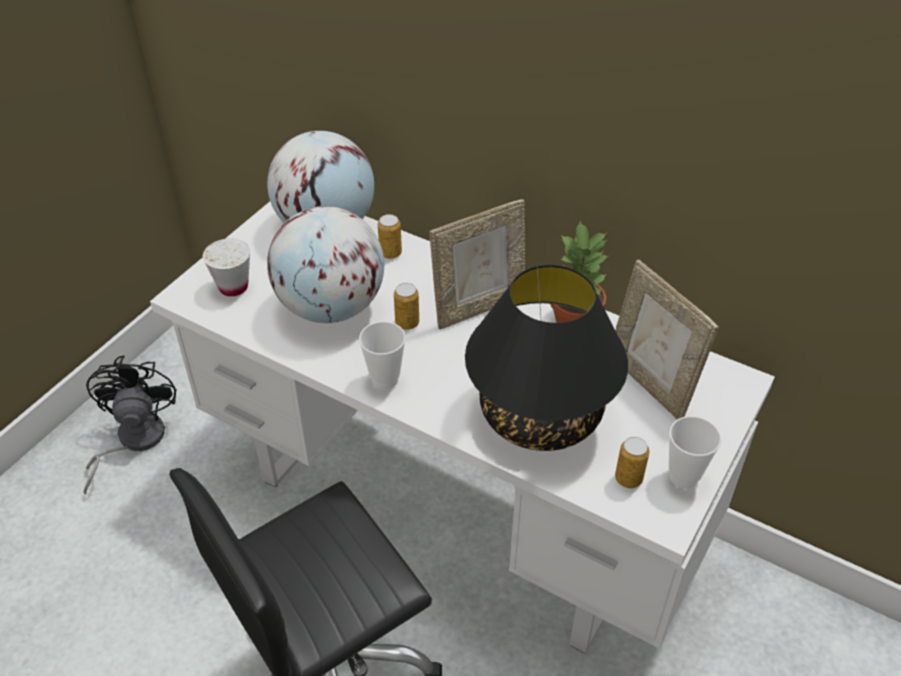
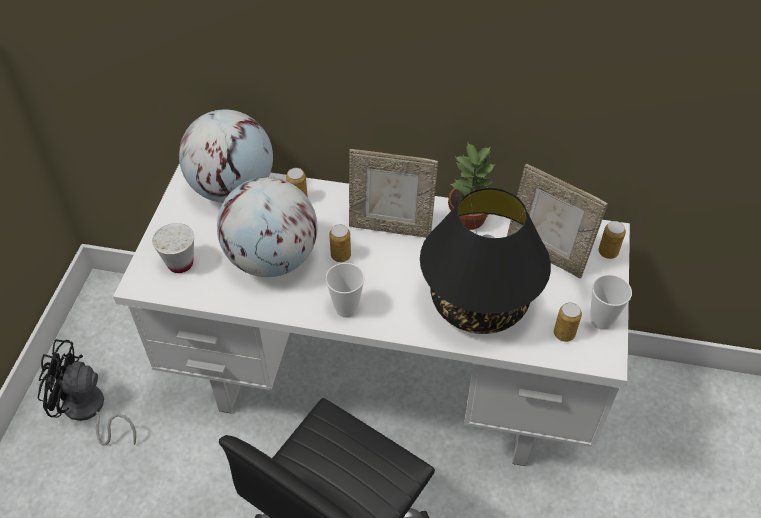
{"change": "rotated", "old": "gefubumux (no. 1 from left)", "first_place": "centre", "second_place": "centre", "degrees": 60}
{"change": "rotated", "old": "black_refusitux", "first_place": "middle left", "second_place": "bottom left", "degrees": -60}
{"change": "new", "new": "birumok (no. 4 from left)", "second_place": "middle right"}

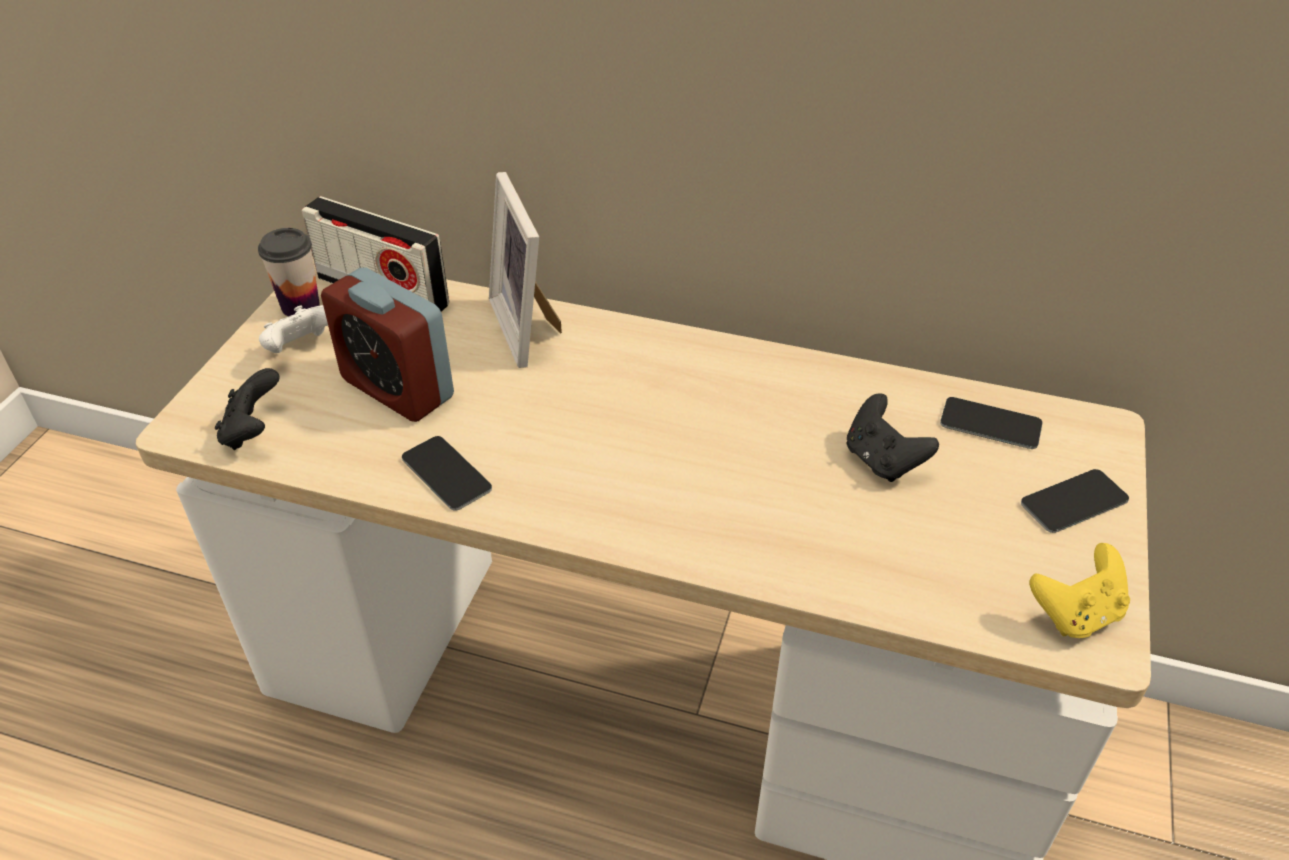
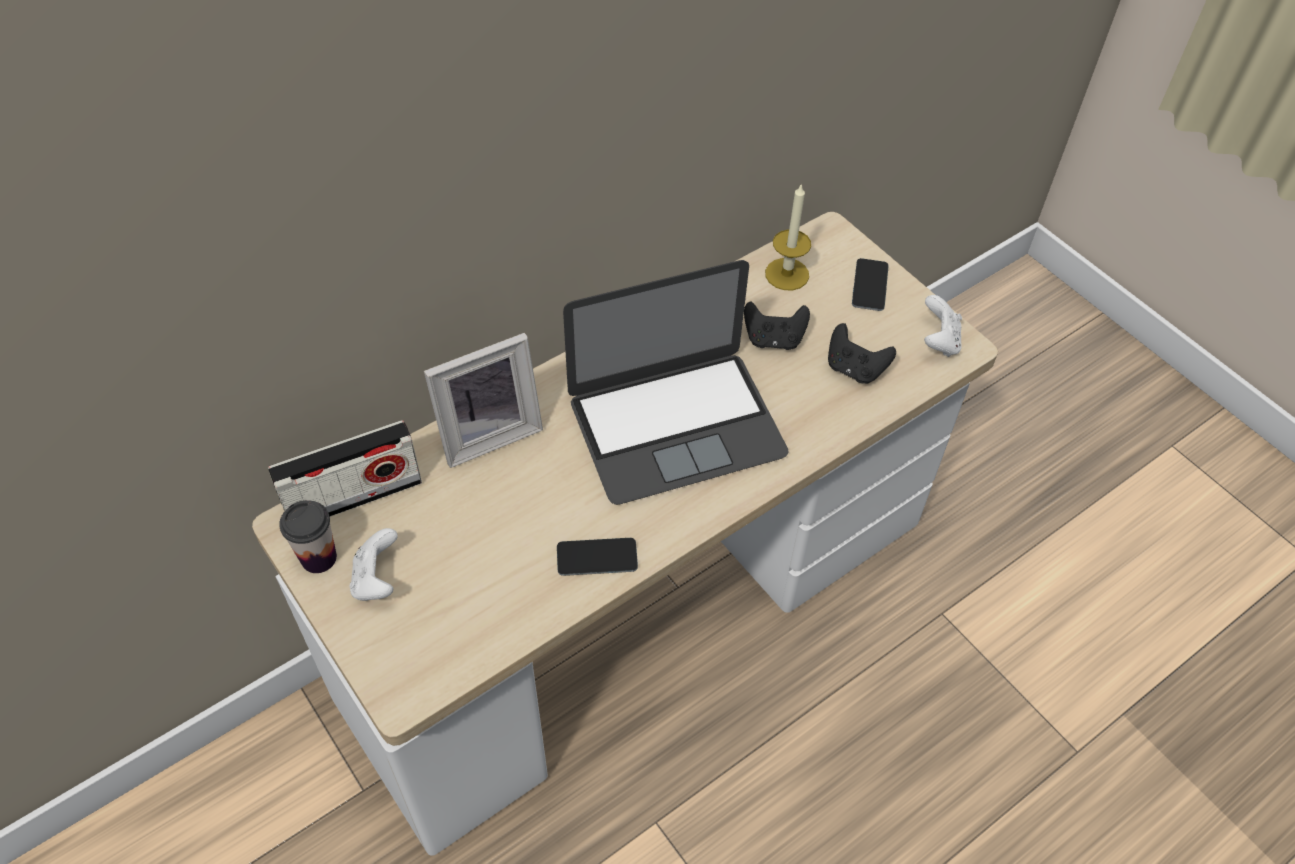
{"change": "rotated", "old": "gefubumux", "first_place": "top centre", "second_place": "centre", "degrees": -45}
{"change": "gone", "old": "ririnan", "first_place": "middle left"}
{"change": "shifted", "old": "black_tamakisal (no. 1 from left in the first image)", "new": "black_tamakisal (no. 2 from left)", "first_place": "middle left", "second_place": "centre"}
{"change": "swapped", "old": "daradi (no. 2 from left)", "new": "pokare", "first_place": "middle right", "second_place": "top centre"}
{"change": "repainted", "old": "yellow_tamakisal", "new": "white_tamakisal (no. 2 from left)", "first_place": "bottom right", "second_place": "middle right"}
{"change": "new", "new": "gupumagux", "second_place": "centre"}

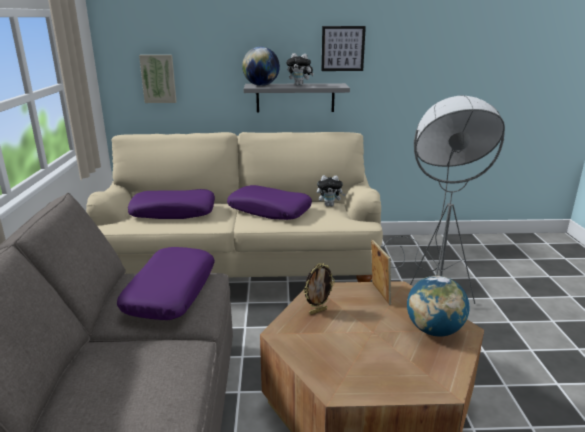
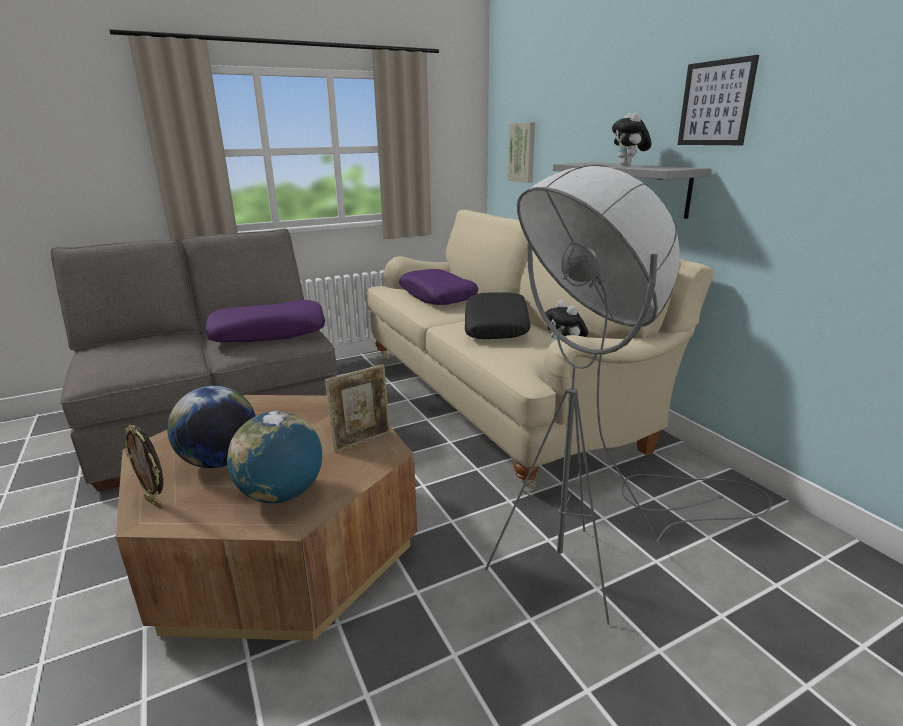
{"change": "shifted", "old": "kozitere (no. 1 from left)", "first_place": "top centre", "second_place": "middle left"}
{"change": "repainted", "old": "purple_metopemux (no. 3 from left)", "new": "black_metopemux", "first_place": "centre", "second_place": "centre"}
{"change": "shifted", "old": "gefubumux (no. 1 from left)", "first_place": "bottom centre", "second_place": "middle left"}

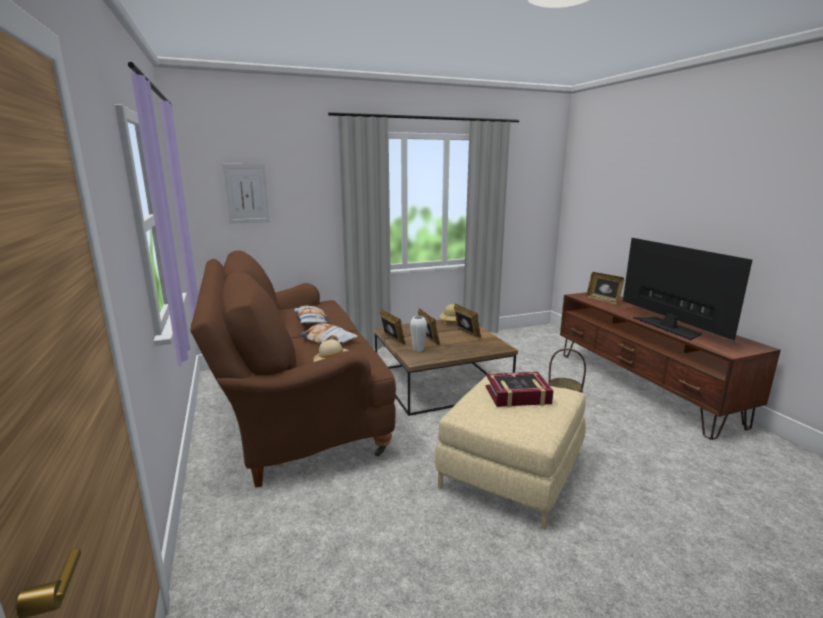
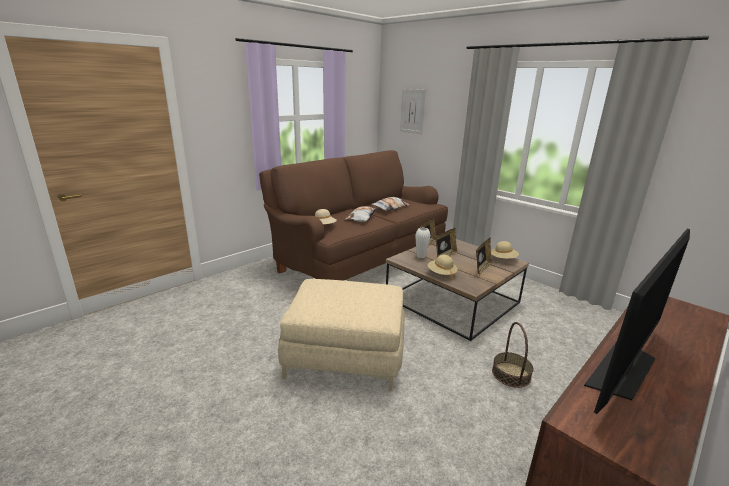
{"change": "gone", "old": "gefubumux (no. 4 from left)", "first_place": "middle right"}
{"change": "gone", "old": "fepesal", "first_place": "centre"}
{"change": "new", "new": "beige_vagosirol (no. 2 from left)", "second_place": "centre"}

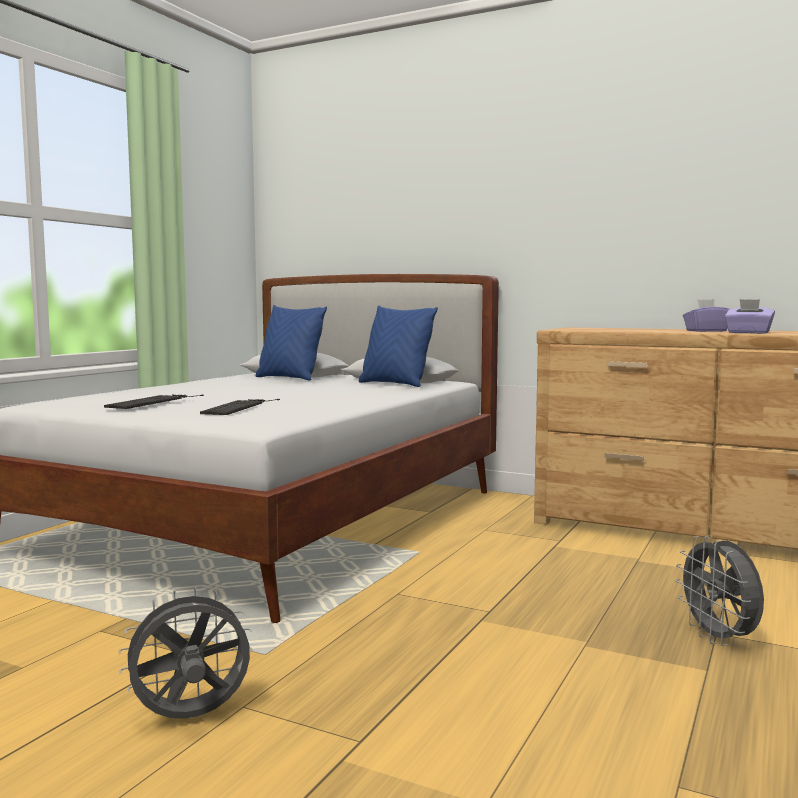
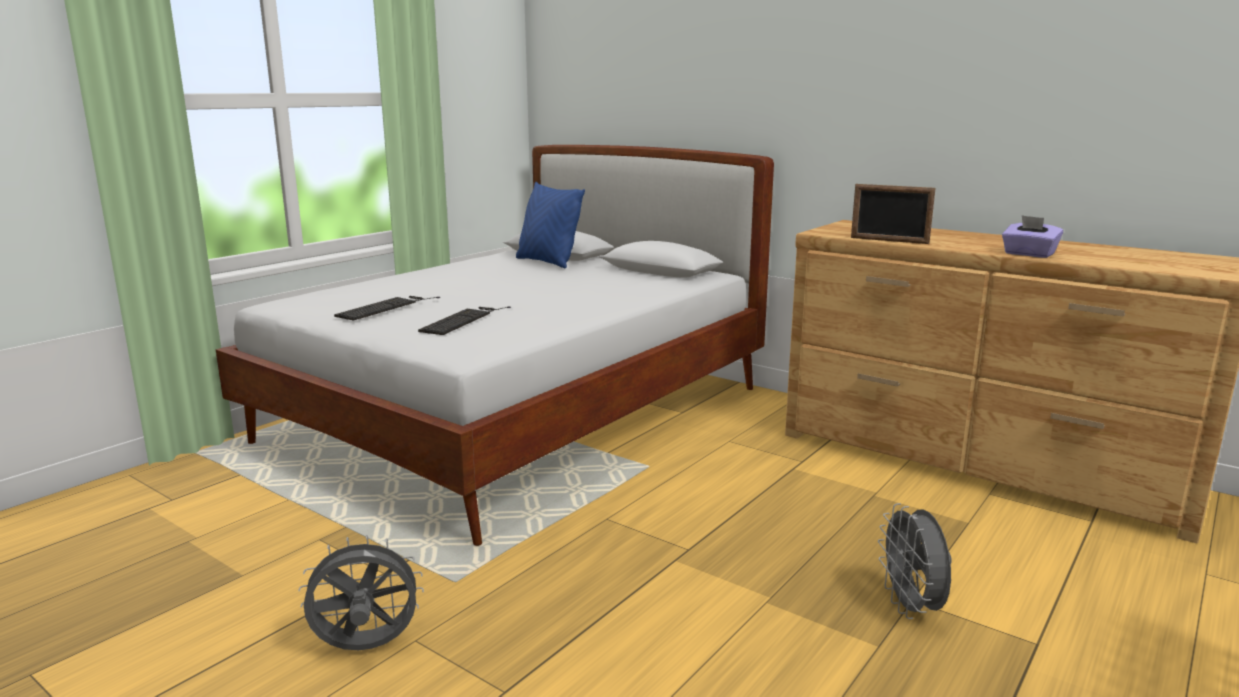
{"change": "gone", "old": "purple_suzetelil (no. 1 from left)", "first_place": "middle right"}
{"change": "gone", "old": "blue_metopemux (no. 2 from left)", "first_place": "centre"}
{"change": "new", "new": "gefubumux", "second_place": "top right"}

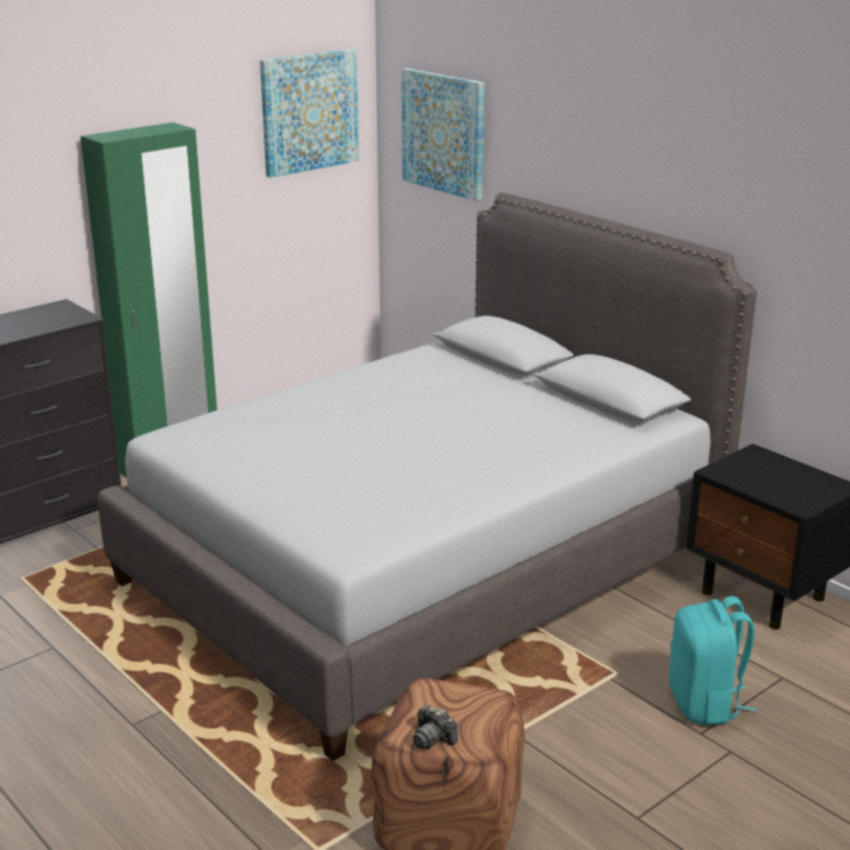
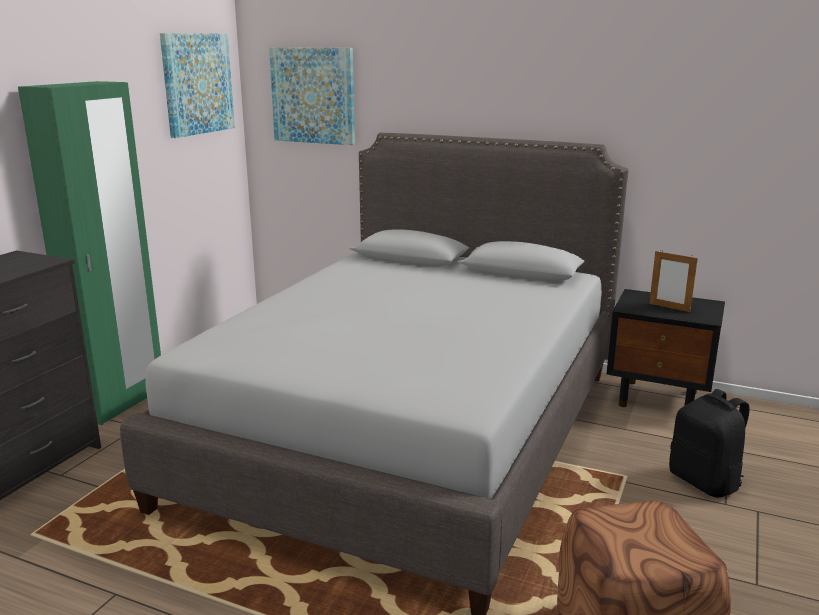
{"change": "repainted", "old": "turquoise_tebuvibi", "new": "black_tebuvibi", "first_place": "bottom right", "second_place": "bottom right"}
{"change": "gone", "old": "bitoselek", "first_place": "bottom centre"}
{"change": "new", "new": "gefubumux", "second_place": "middle right"}

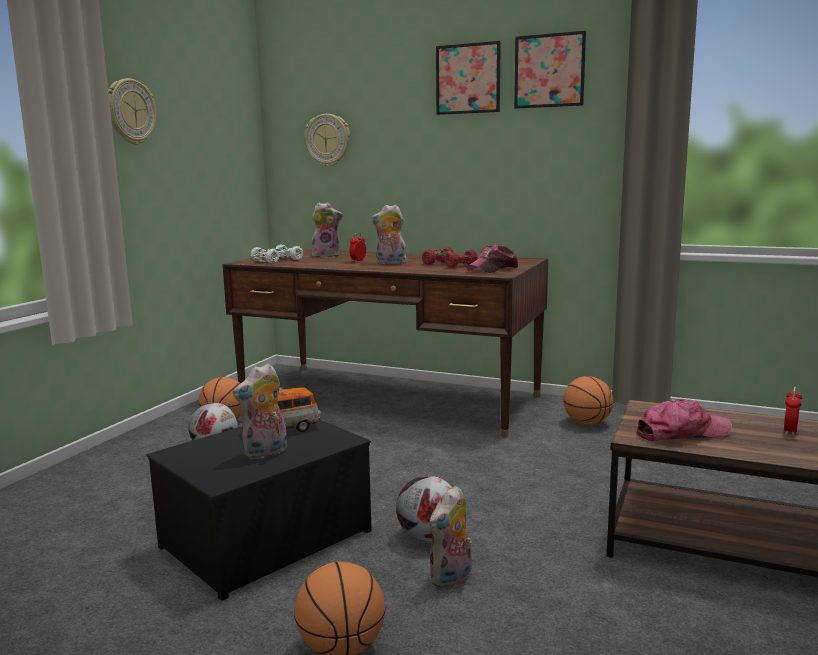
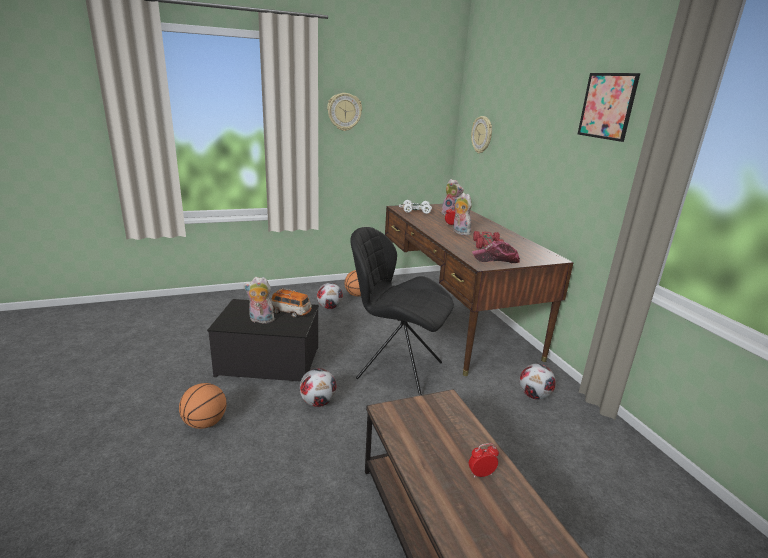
{"change": "gone", "old": "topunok (no. 1 from left)", "first_place": "top centre"}
{"change": "swapped", "old": "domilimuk (no. 3 from left)", "new": "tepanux (no. 3 from left)", "first_place": "middle right", "second_place": "bottom right"}
{"change": "gone", "old": "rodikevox (no. 2 from left)", "first_place": "middle right"}
{"change": "gone", "old": "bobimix (no. 4 from left)", "first_place": "bottom centre"}
{"change": "new", "new": "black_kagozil", "second_place": "centre"}

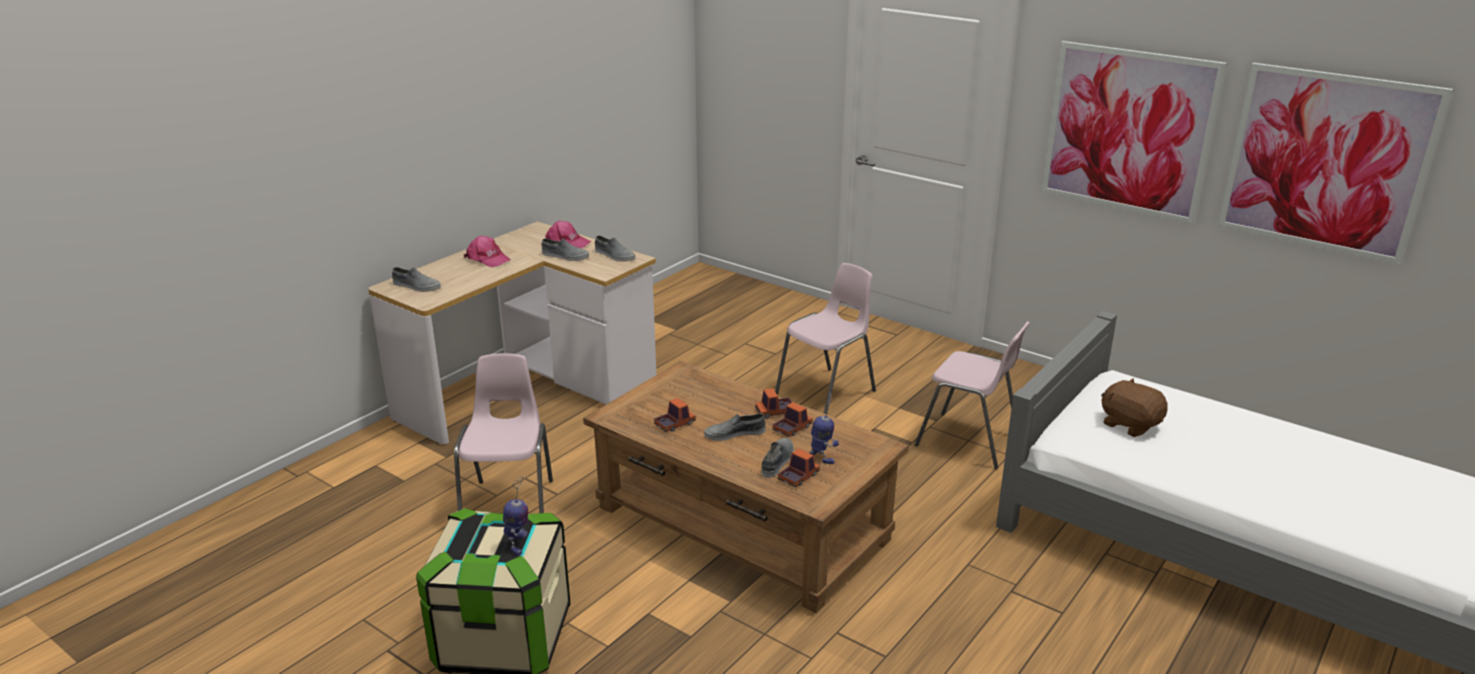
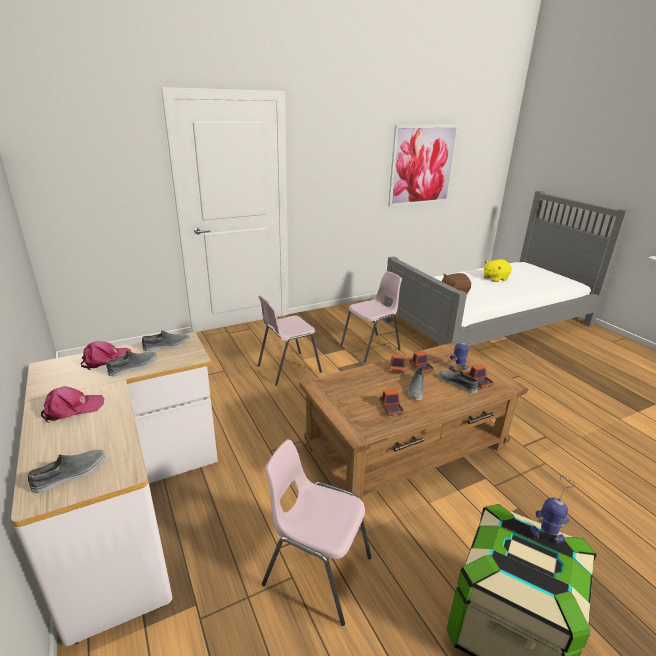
{"change": "gone", "old": "topunok (no. 1 from left)", "first_place": "top right"}
{"change": "rotated", "old": "pink_kagozil (no. 2 from left in the first image)", "first_place": "centre", "second_place": "centre", "degrees": -105}
{"change": "new", "new": "yellow_bobimix", "second_place": "middle right"}

